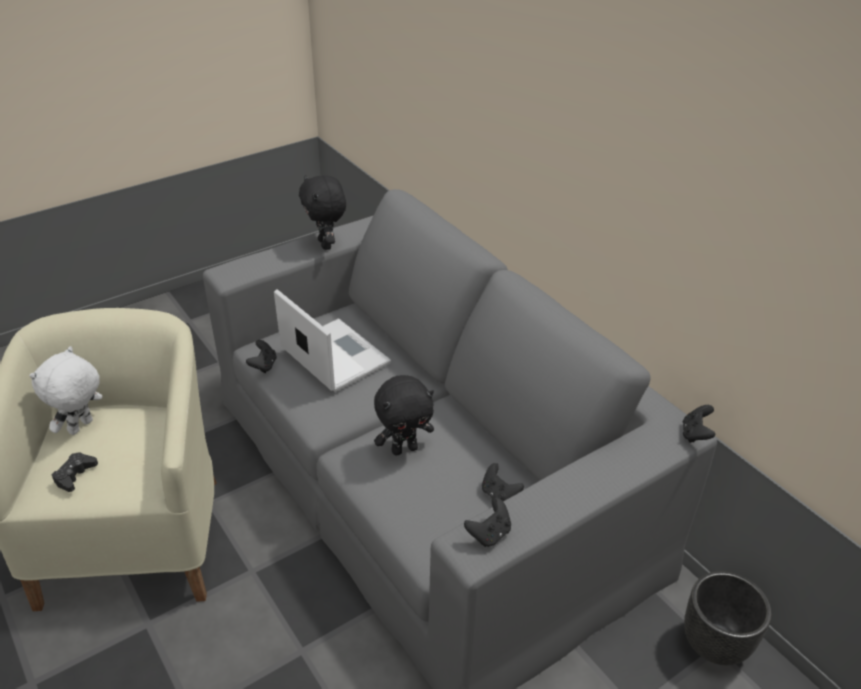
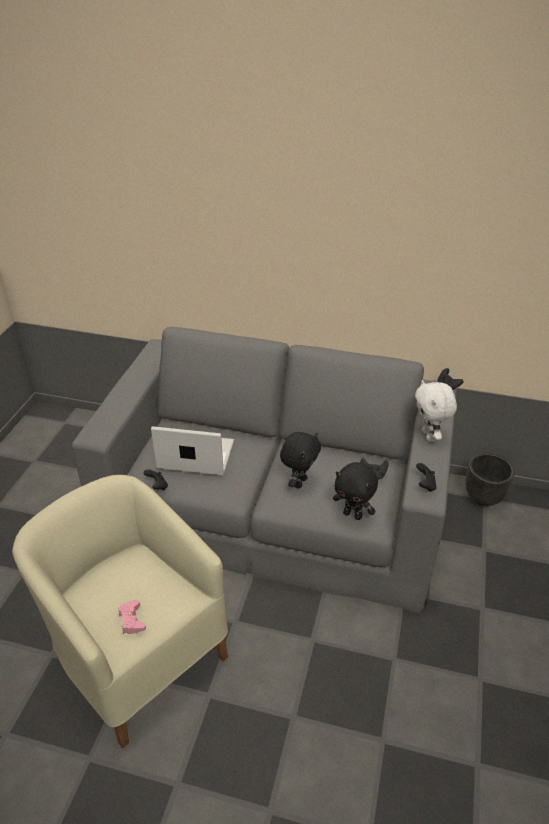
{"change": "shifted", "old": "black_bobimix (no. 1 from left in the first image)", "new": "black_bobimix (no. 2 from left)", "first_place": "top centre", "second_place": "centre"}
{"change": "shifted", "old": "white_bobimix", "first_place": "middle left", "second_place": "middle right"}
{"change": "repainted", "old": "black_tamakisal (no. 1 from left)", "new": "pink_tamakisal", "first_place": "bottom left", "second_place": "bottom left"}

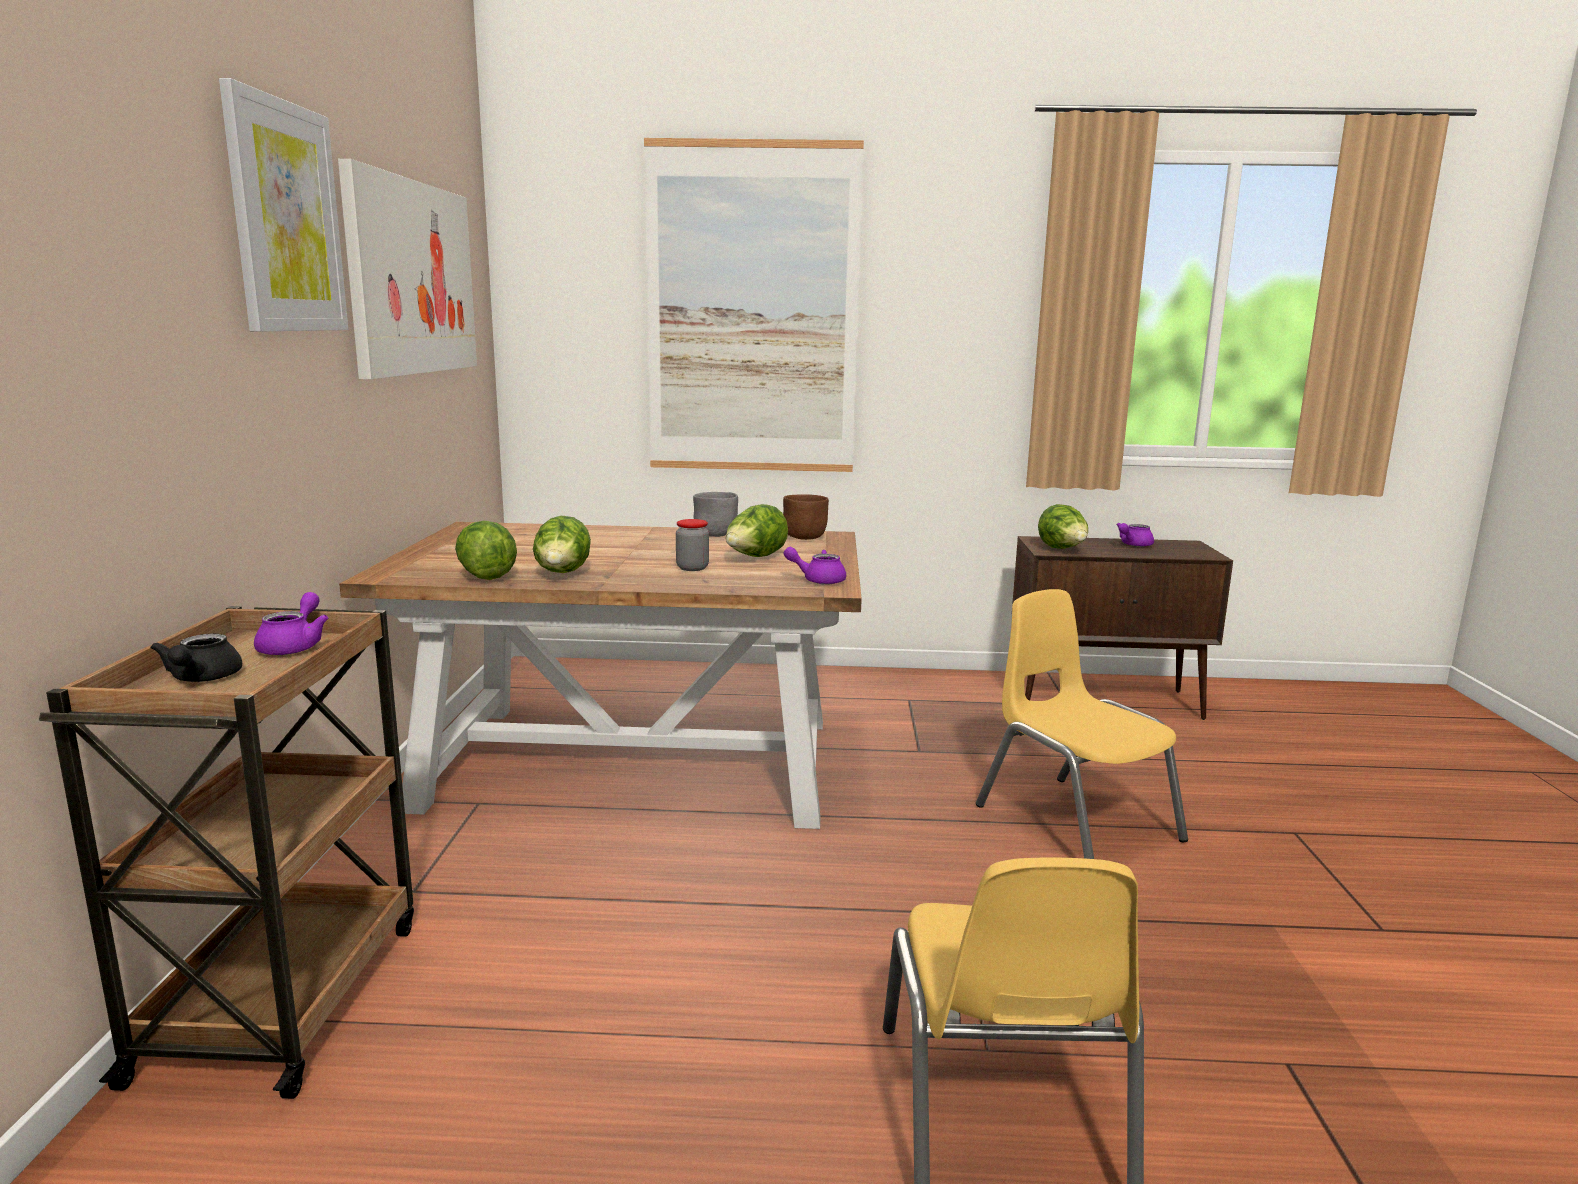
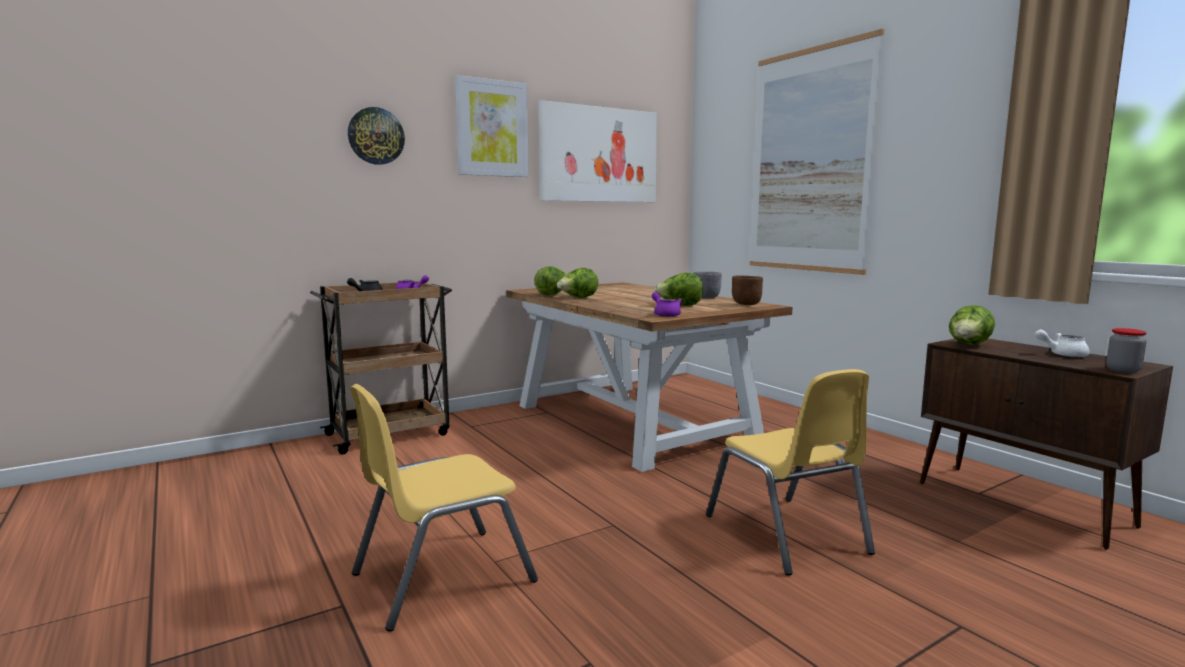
{"change": "shifted", "old": "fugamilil", "first_place": "centre", "second_place": "middle right"}
{"change": "repainted", "old": "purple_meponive (no. 3 from left)", "new": "white_meponive", "first_place": "middle right", "second_place": "middle right"}
{"change": "rotated", "old": "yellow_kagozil (no. 2 from left)", "first_place": "middle right", "second_place": "bottom right", "degrees": 135}
{"change": "new", "new": "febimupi", "second_place": "top left"}

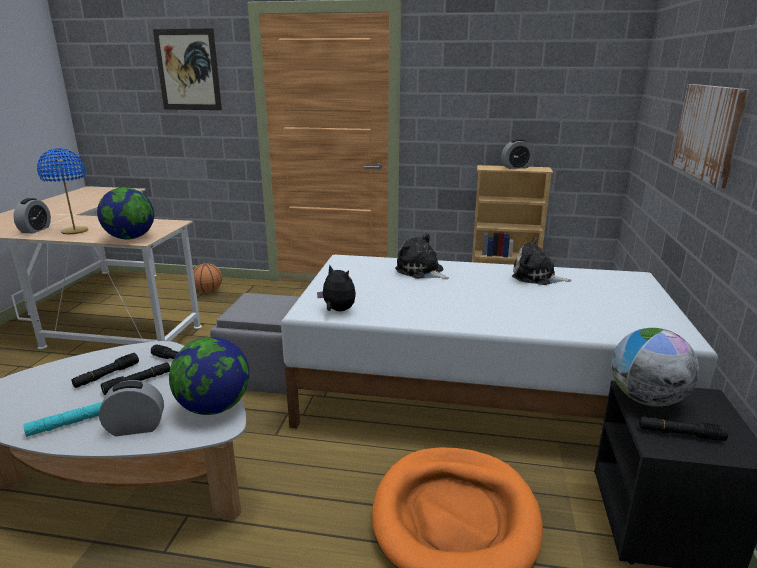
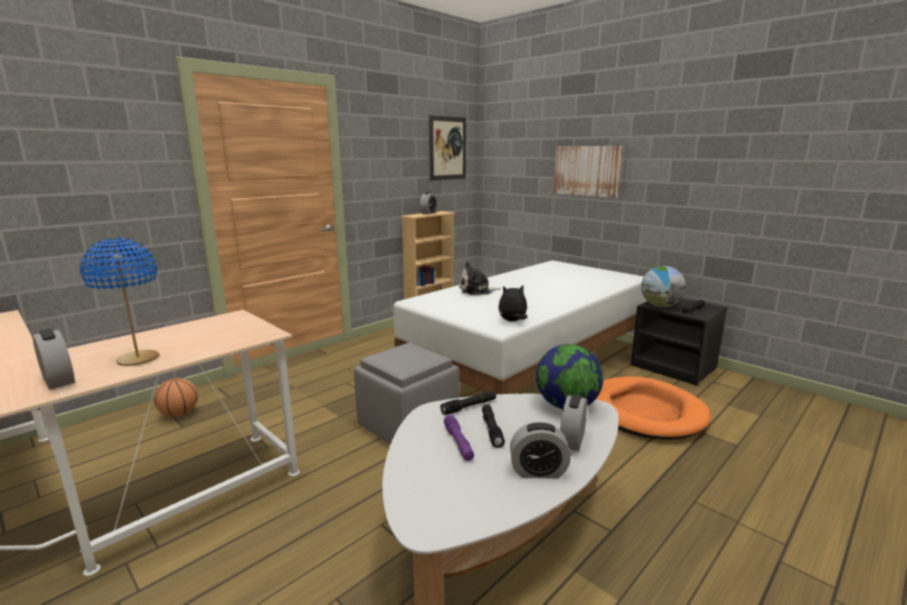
{"change": "shifted", "old": "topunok (no. 1 from left)", "first_place": "top left", "second_place": "top centre"}
{"change": "gone", "old": "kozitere (no. 1 from left)", "first_place": "middle left"}
{"change": "gone", "old": "bobimix (no. 3 from left)", "first_place": "middle right"}
{"change": "repainted", "old": "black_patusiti (no. 1 from left)", "new": "purple_patusiti", "first_place": "middle left", "second_place": "bottom centre"}
{"change": "swapped", "old": "turquoise_patusiti", "new": "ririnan (no. 3 from left)", "first_place": "bottom left", "second_place": "bottom centre"}

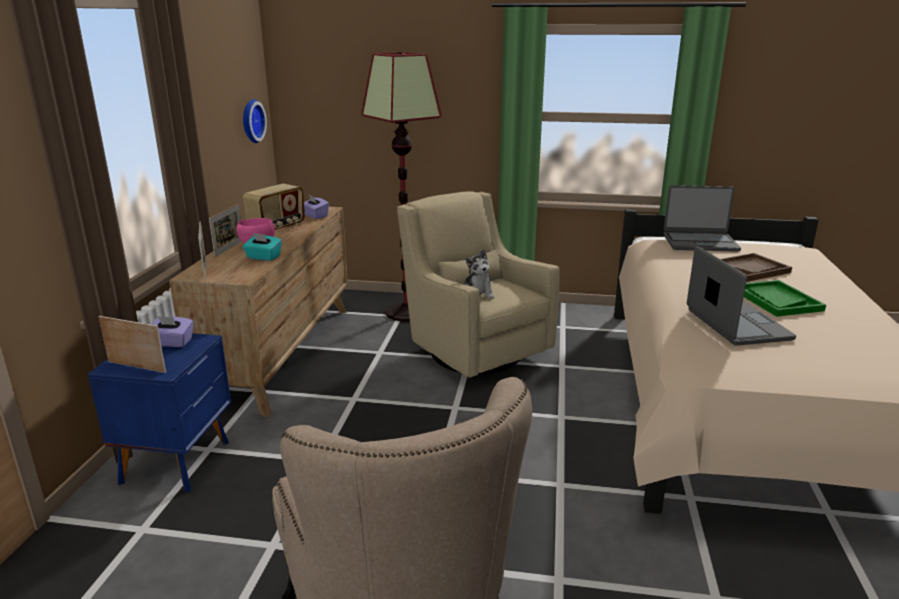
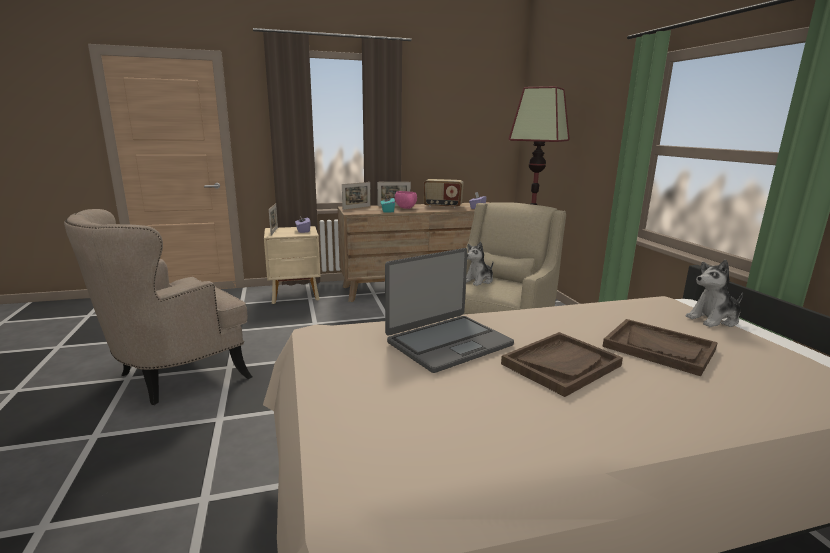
{"change": "gone", "old": "febimupi", "first_place": "top left"}
{"change": "swapped", "old": "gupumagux (no. 1 from left)", "new": "bobimix (no. 2 from left)", "first_place": "middle right", "second_place": "middle right"}
{"change": "repainted", "old": "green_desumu", "new": "brown_desumu (no. 1 from left)", "first_place": "middle right", "second_place": "middle right"}
{"change": "repainted", "old": "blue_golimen", "new": "beige_golimen", "first_place": "bottom left", "second_place": "centre"}

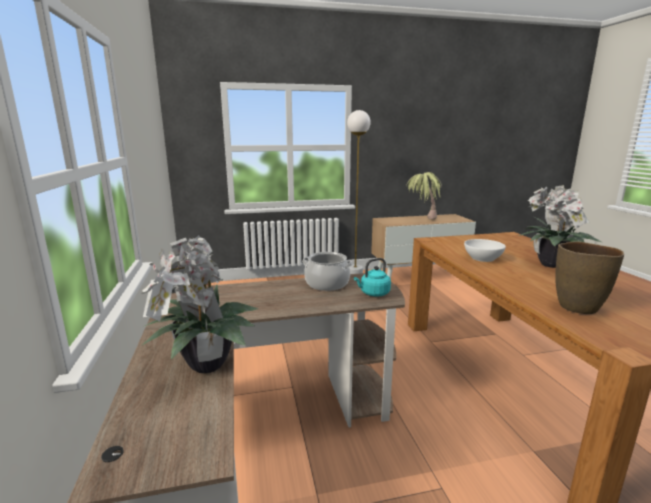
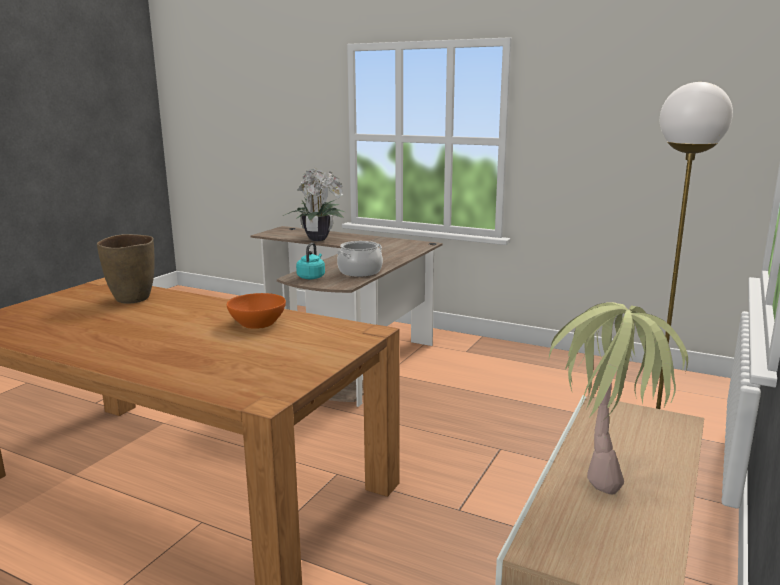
{"change": "gone", "old": "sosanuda (no. 3 from left)", "first_place": "middle right"}
{"change": "repainted", "old": "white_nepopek", "new": "orange_nepopek", "first_place": "middle right", "second_place": "middle left"}

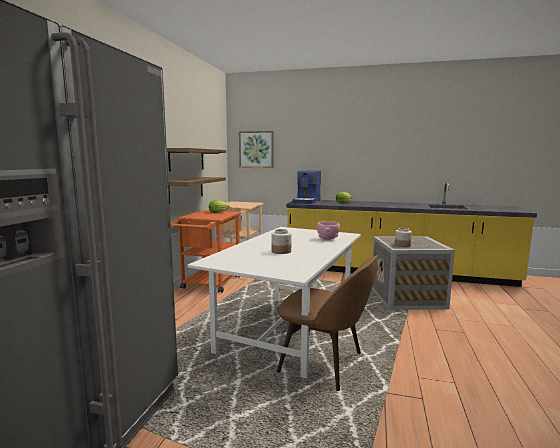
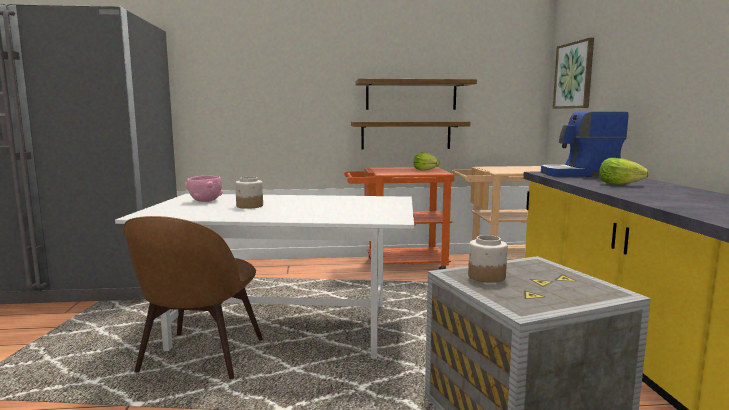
{"change": "shifted", "old": "pink_nepopek", "first_place": "centre", "second_place": "middle left"}

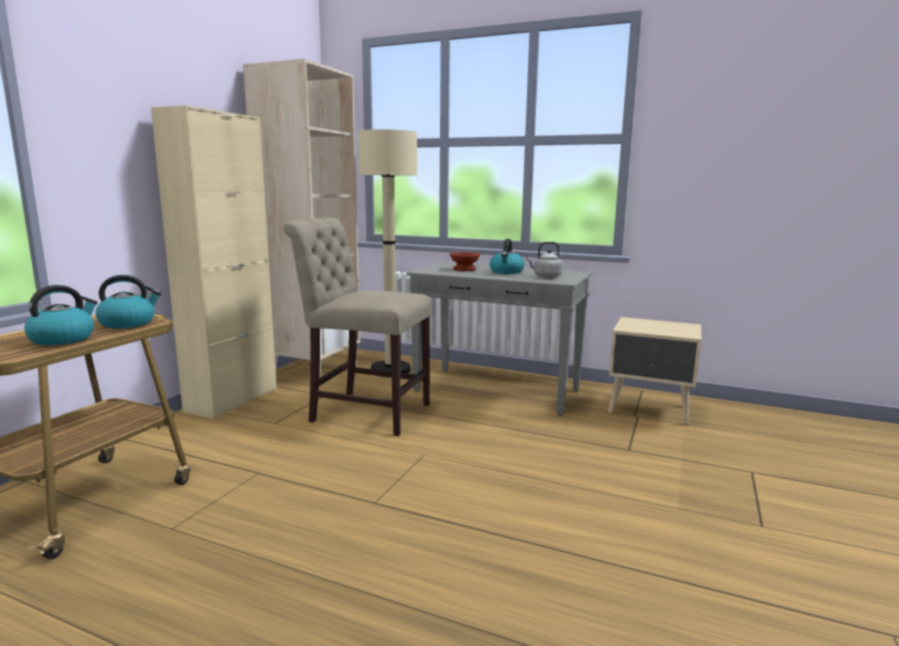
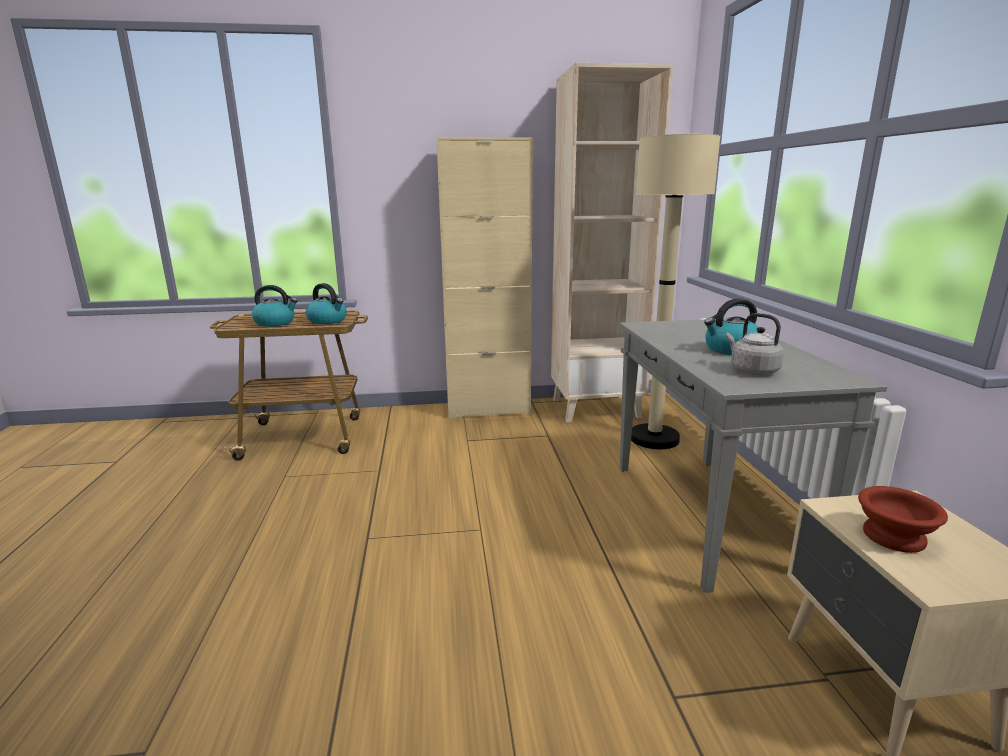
{"change": "gone", "old": "beige_kagozil", "first_place": "centre"}
{"change": "shifted", "old": "brown_nepopek", "first_place": "centre", "second_place": "bottom right"}

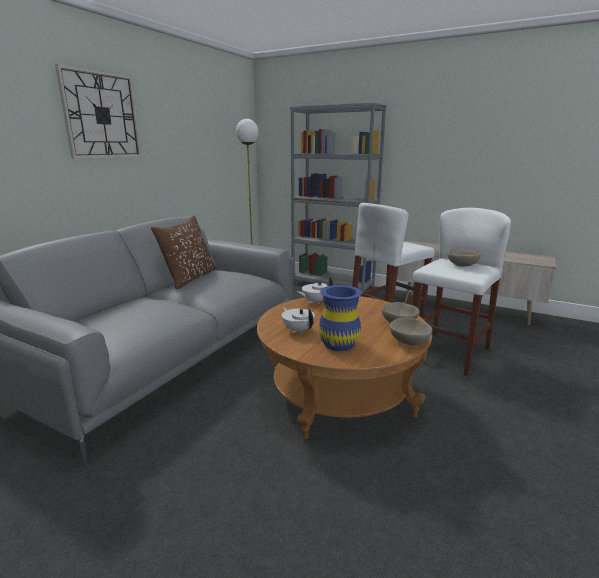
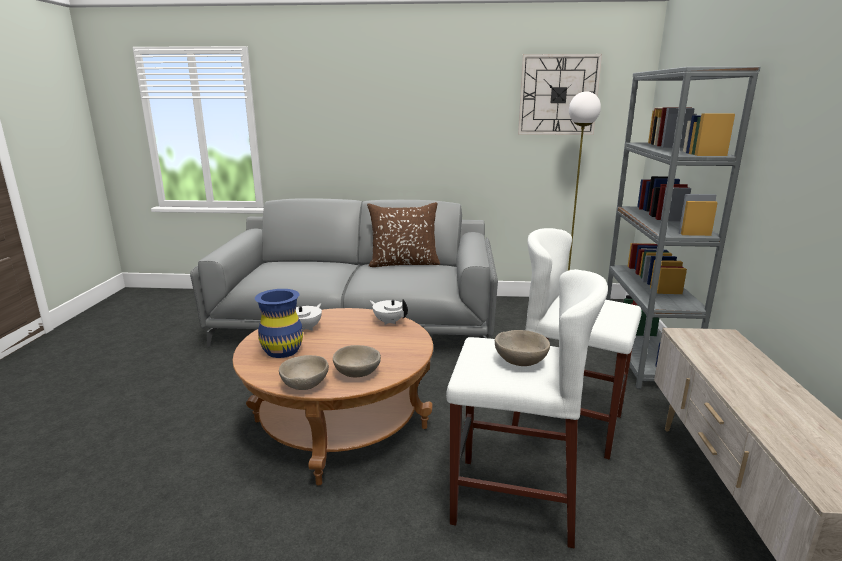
{"change": "shifted", "old": "febimupi", "first_place": "top left", "second_place": "top centre"}

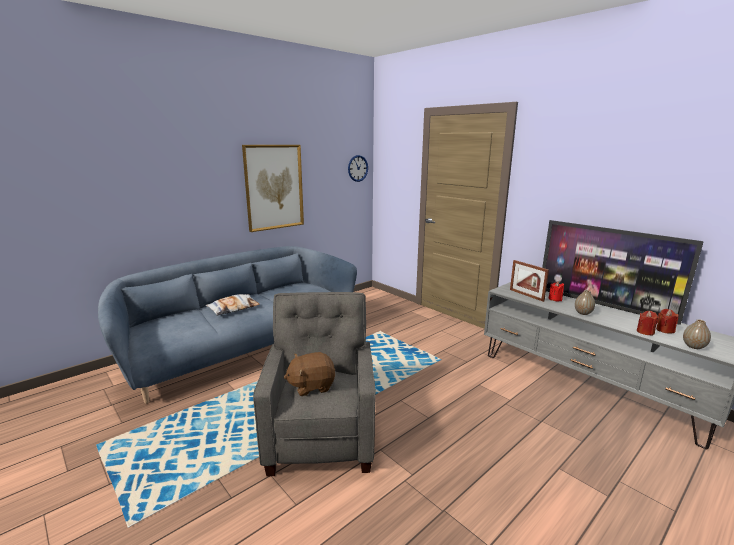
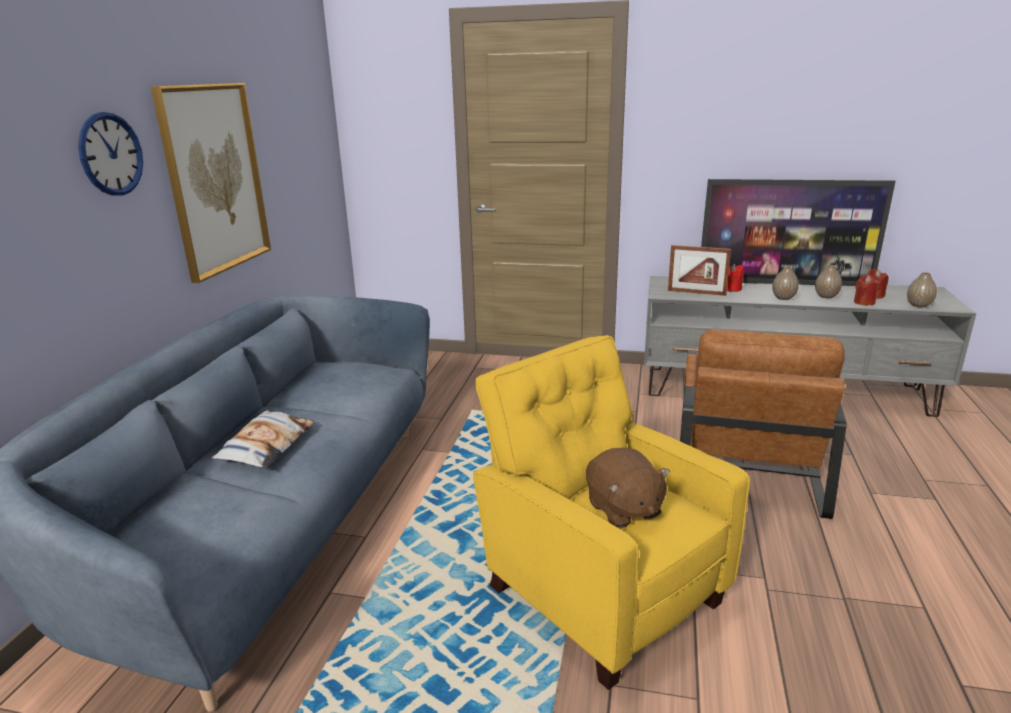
{"change": "shifted", "old": "febimupi", "first_place": "top centre", "second_place": "top left"}
{"change": "repainted", "old": "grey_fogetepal", "new": "yellow_fogetepal", "first_place": "bottom centre", "second_place": "bottom centre"}
{"change": "rotated", "old": "brown_bobimix", "first_place": "bottom centre", "second_place": "bottom centre", "degrees": -60}
{"change": "new", "new": "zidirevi (no. 2 from left)", "second_place": "middle right"}
{"change": "new", "new": "brown_fogetepal", "second_place": "middle right"}

